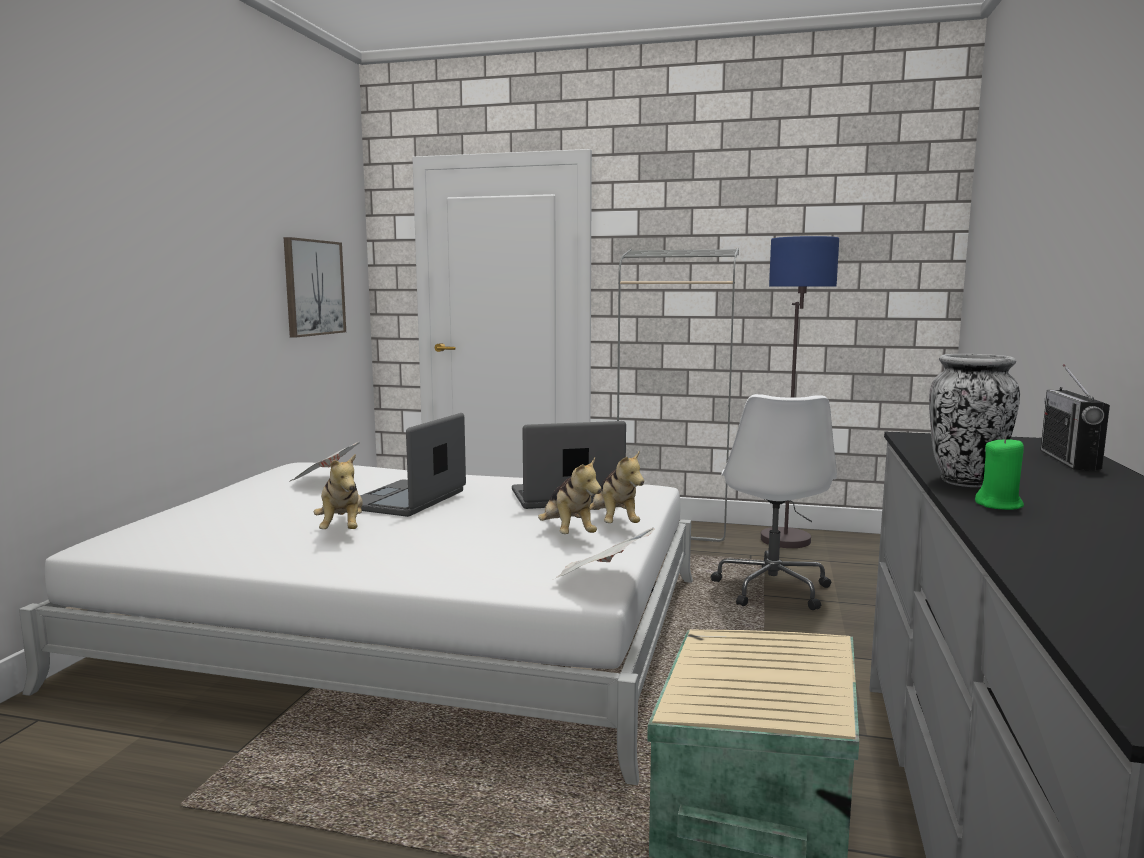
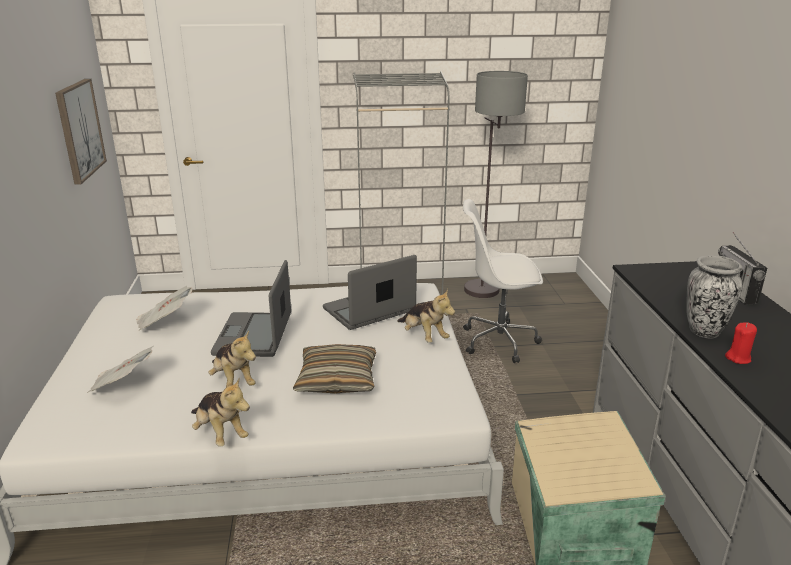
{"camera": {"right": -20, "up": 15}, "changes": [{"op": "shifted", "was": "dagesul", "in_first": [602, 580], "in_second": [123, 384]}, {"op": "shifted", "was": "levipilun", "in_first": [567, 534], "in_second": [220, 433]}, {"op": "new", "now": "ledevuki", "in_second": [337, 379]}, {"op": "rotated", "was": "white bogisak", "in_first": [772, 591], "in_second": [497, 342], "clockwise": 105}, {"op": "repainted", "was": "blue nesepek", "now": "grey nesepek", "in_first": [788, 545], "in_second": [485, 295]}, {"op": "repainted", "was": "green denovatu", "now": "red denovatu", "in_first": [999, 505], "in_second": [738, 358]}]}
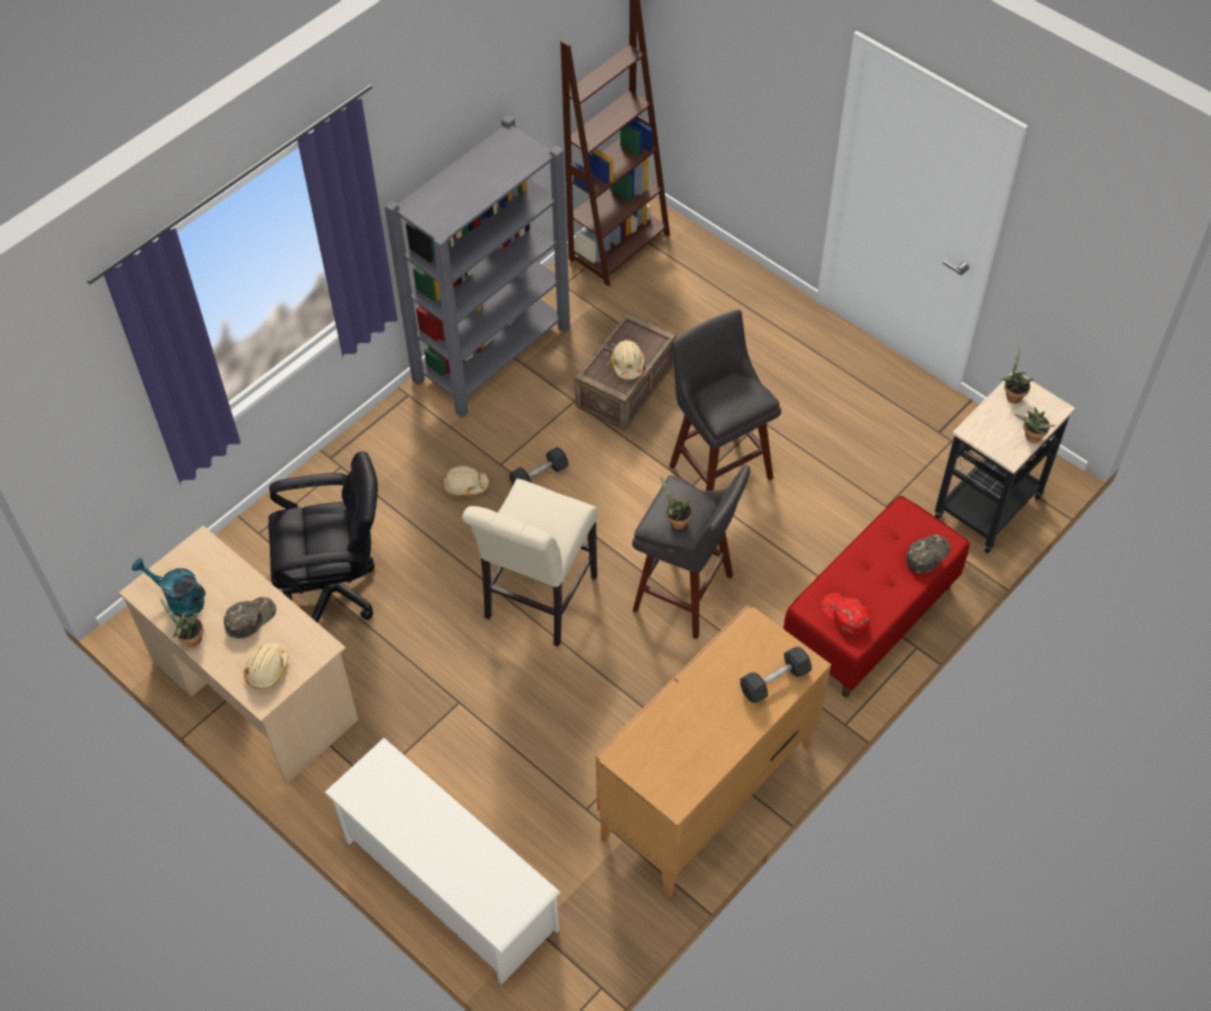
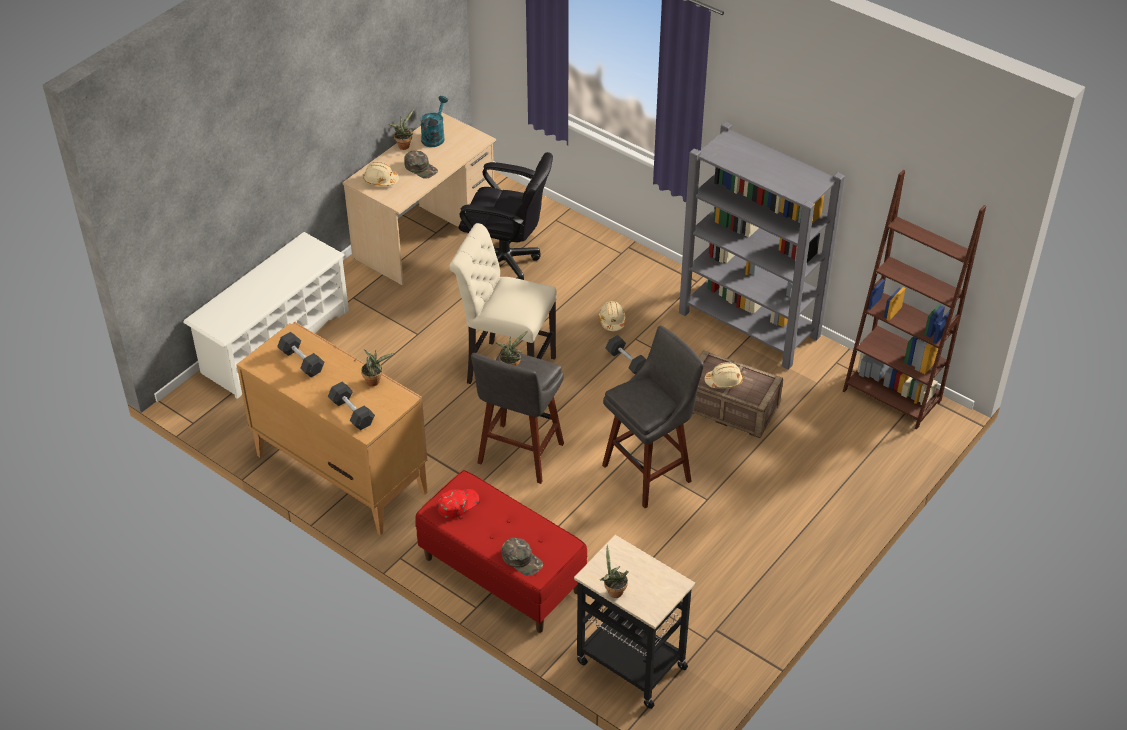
{"camera": {"right": 85, "up": -10}, "changes": [{"op": "new", "now": "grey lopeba", "in_second": [301, 361]}, {"op": "shifted", "was": "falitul", "in_first": [1012, 395], "in_second": [375, 381]}, {"op": "rotated", "was": "black bogisak", "in_first": [339, 591], "in_second": [508, 264], "clockwise": -60}]}
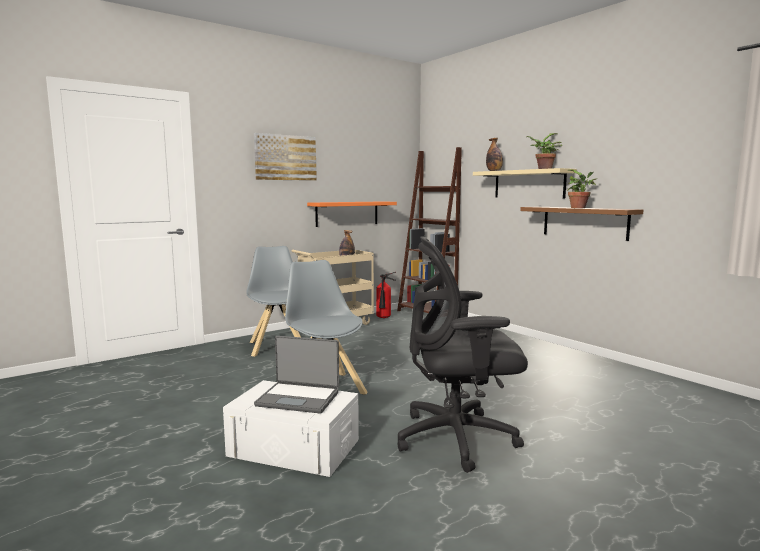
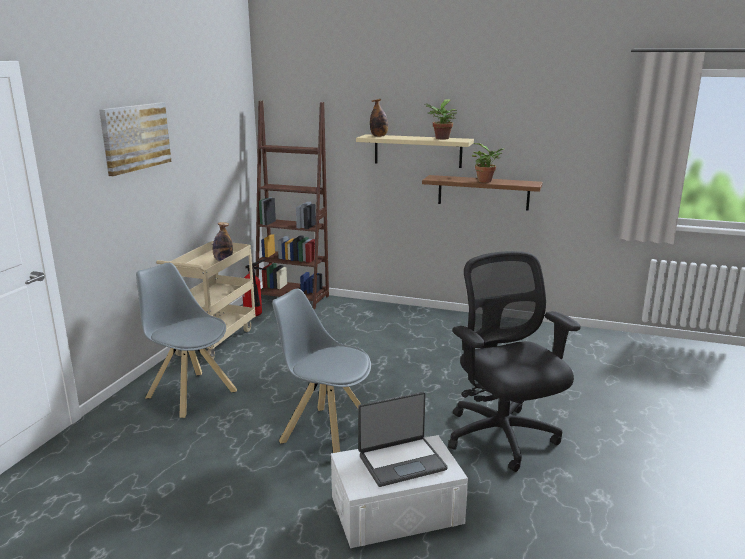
{"camera": {"right": -35, "up": 10}, "changes": [{"op": "rotated", "was": "black bogisak", "in_first": [463, 436], "in_second": [506, 439], "clockwise": 105}, {"op": "gone", "was": "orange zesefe", "in_first": [347, 213]}]}
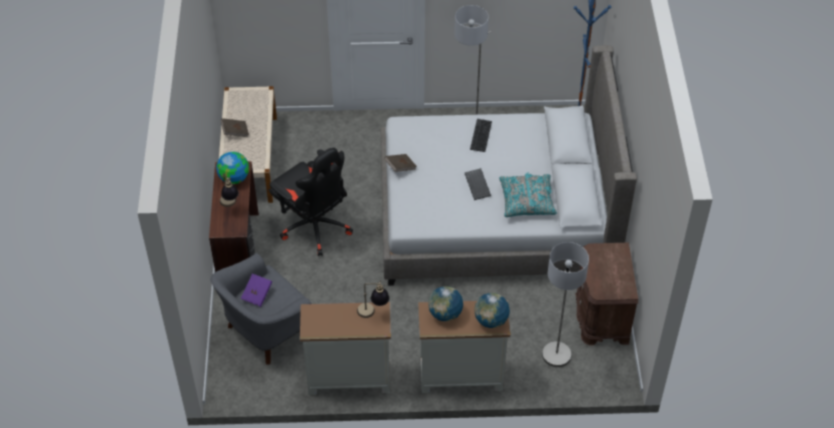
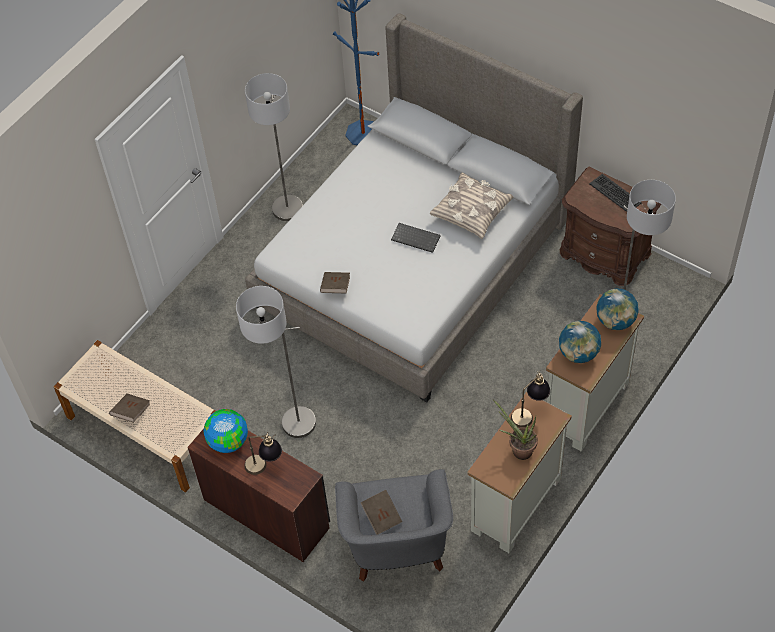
{"camera": {"right": -50, "up": 5}, "changes": [{"op": "swapped", "was": "black bogisak", "now": "grey nesepek", "in_first": [311, 224], "in_second": [288, 424]}, {"op": "repainted", "was": "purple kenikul", "now": "brown kenikul", "in_first": [257, 294], "in_second": [382, 516]}, {"op": "repainted", "was": "turquoise ledevuki", "now": "beige ledevuki", "in_first": [527, 202], "in_second": [471, 213]}, {"op": "new", "now": "falitul", "in_second": [518, 449]}, {"op": "shifted", "was": "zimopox", "in_first": [481, 135], "in_second": [615, 193]}]}
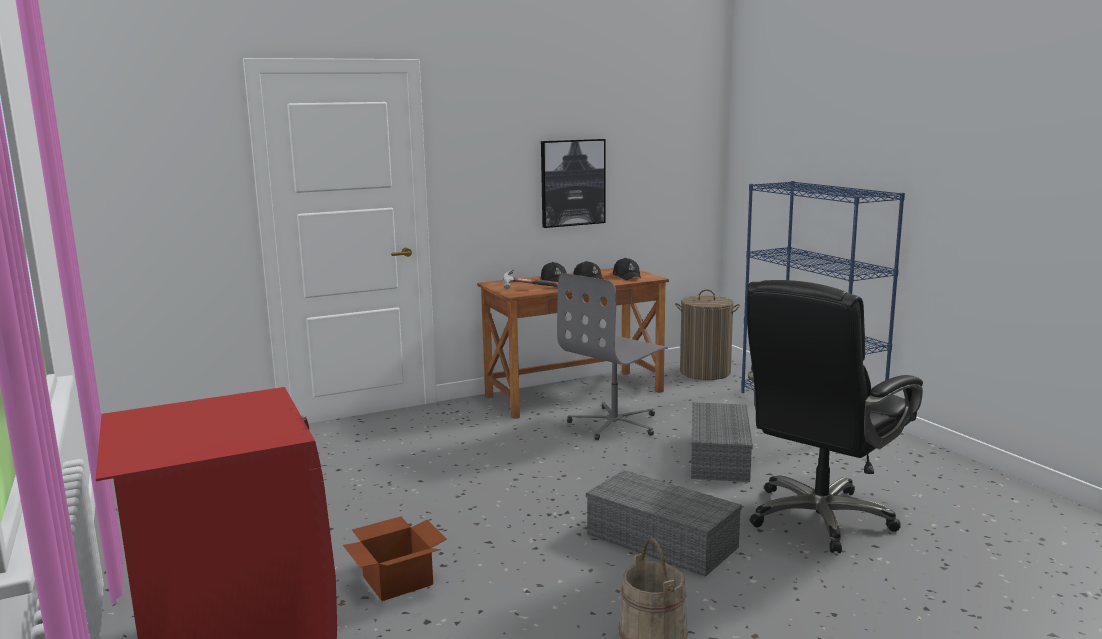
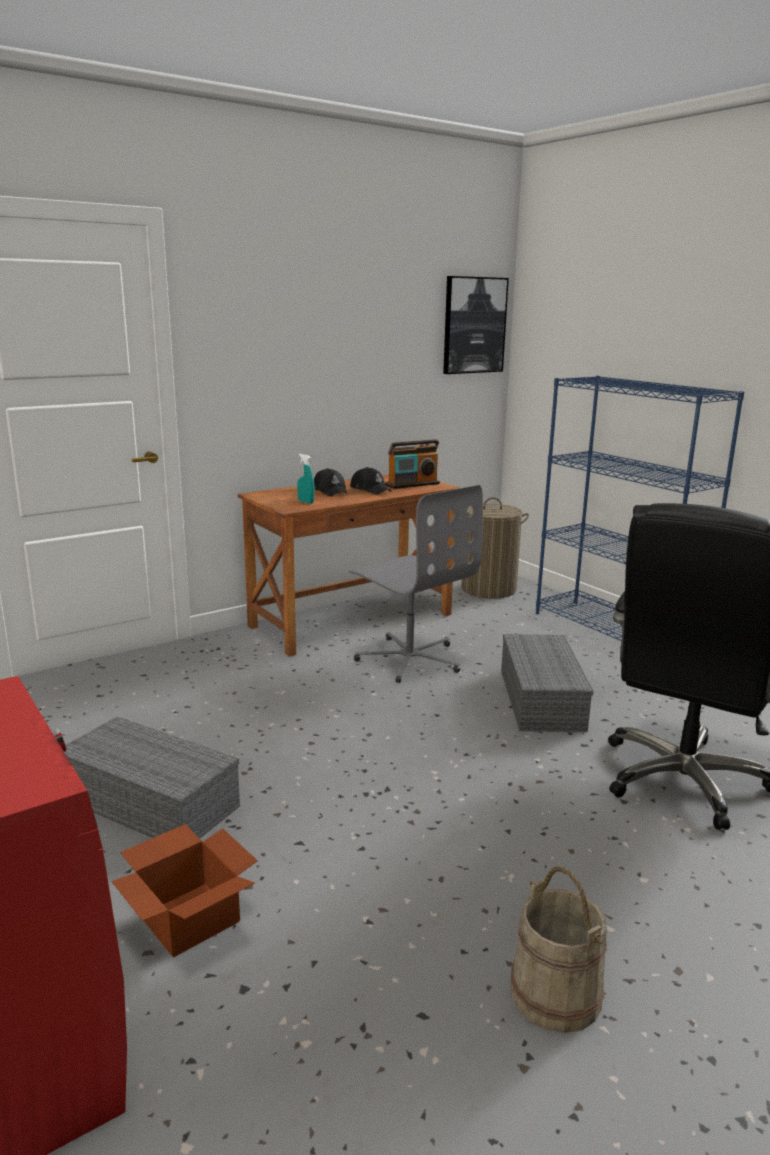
{"camera": {"right": -10, "up": 5}, "changes": [{"op": "shifted", "was": "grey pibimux", "in_first": [664, 540], "in_second": [153, 802]}, {"op": "swapped", "was": "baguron", "now": "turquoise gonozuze", "in_first": [530, 289], "in_second": [306, 502]}, {"op": "rotated", "was": "grey bogisak", "in_first": [615, 424], "in_second": [409, 659], "clockwise": -75}, {"op": "swapped", "was": "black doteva", "now": "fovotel", "in_first": [627, 276], "in_second": [412, 484]}, {"op": "shifted", "was": "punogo", "in_first": [572, 182], "in_second": [474, 325]}]}
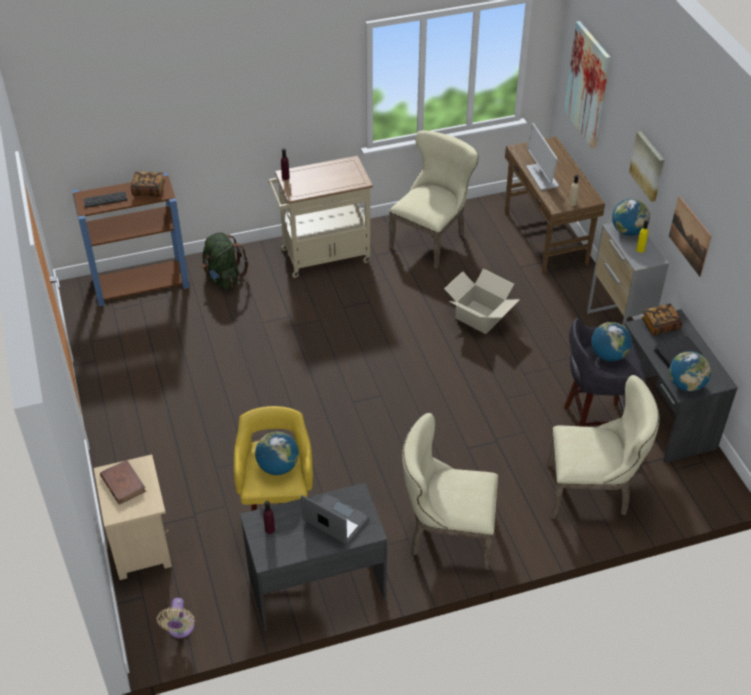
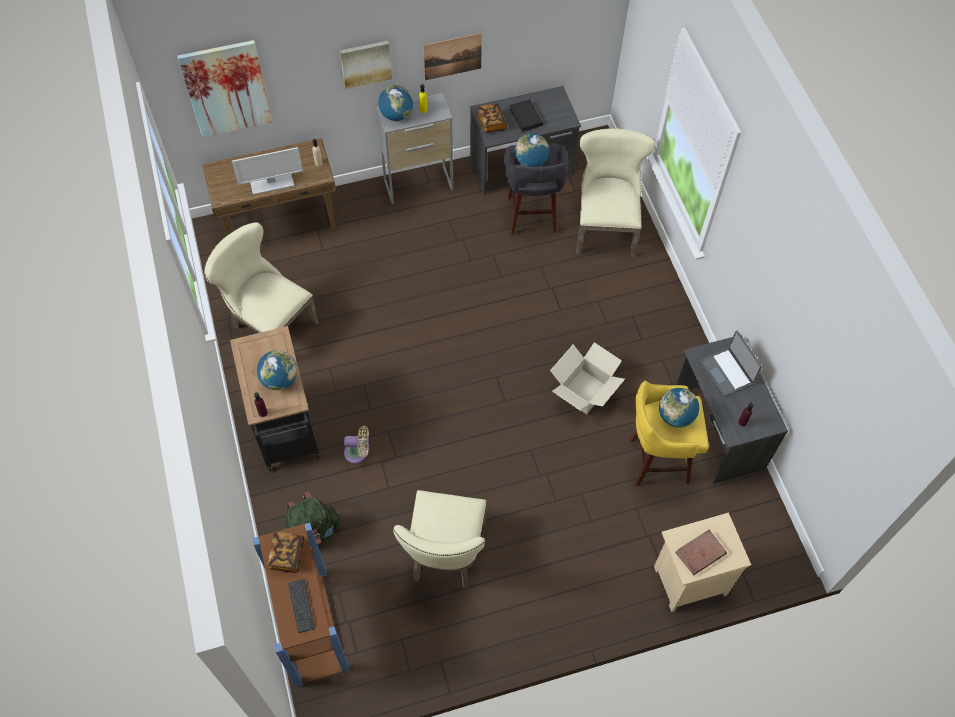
{"camera": {"right": -90, "up": 15}, "changes": [{"op": "repainted", "was": "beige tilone", "now": "black tilone", "in_first": [323, 256], "in_second": [286, 429]}, {"op": "shifted", "was": "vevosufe", "in_first": [686, 385], "in_second": [279, 379]}, {"op": "shifted", "was": "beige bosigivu", "in_first": [180, 629], "in_second": [358, 453]}, {"op": "shifted", "was": "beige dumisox", "in_first": [446, 535], "in_second": [445, 556]}, {"op": "shifted", "was": "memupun", "in_first": [479, 317], "in_second": [584, 391]}, {"op": "rotated", "was": "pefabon", "in_first": [335, 520], "in_second": [727, 372], "clockwise": -60}]}
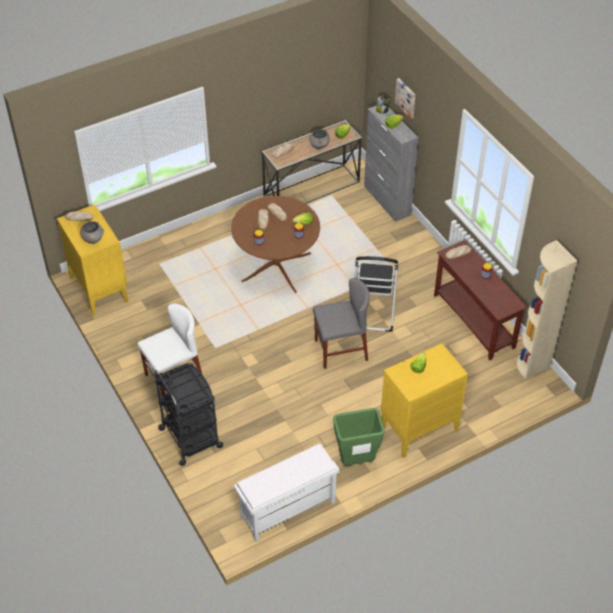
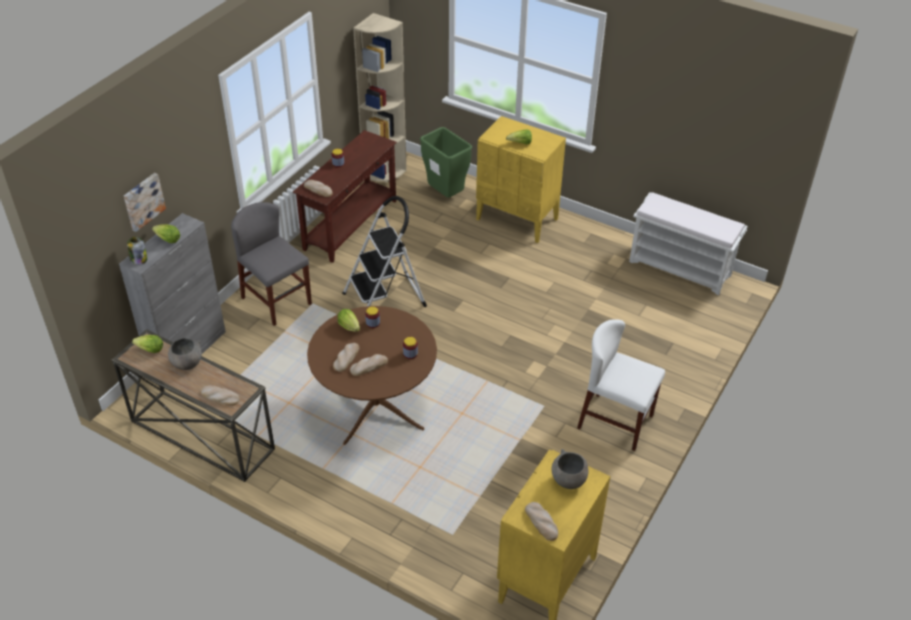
{"camera": {"right": -120, "up": -5}, "changes": [{"op": "shifted", "was": "grey dumisox", "in_first": [341, 350], "in_second": [276, 301]}, {"op": "shifted", "was": "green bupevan", "in_first": [356, 461], "in_second": [446, 195]}, {"op": "gone", "was": "black tilone", "in_first": [191, 437]}]}
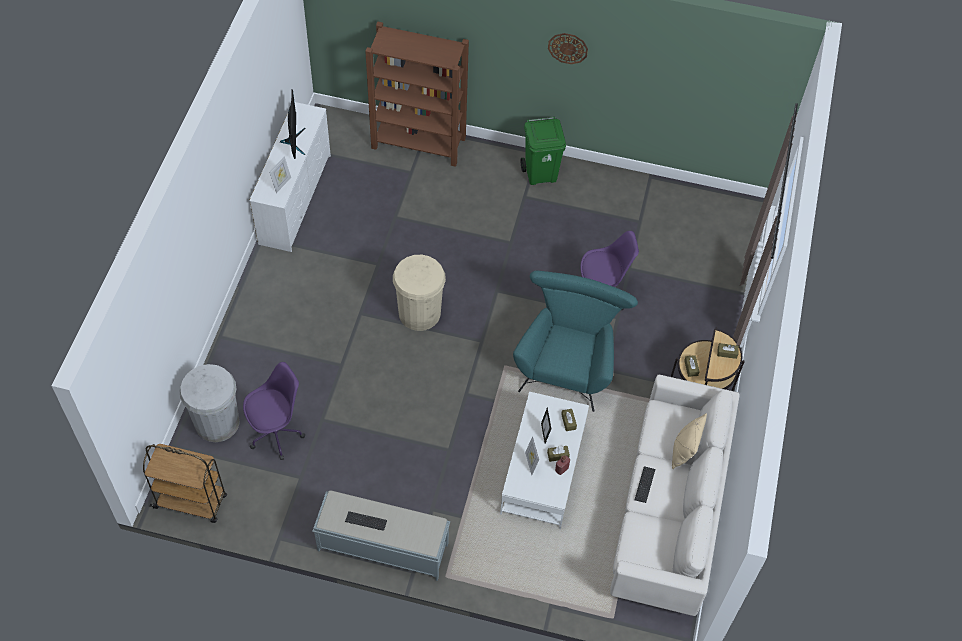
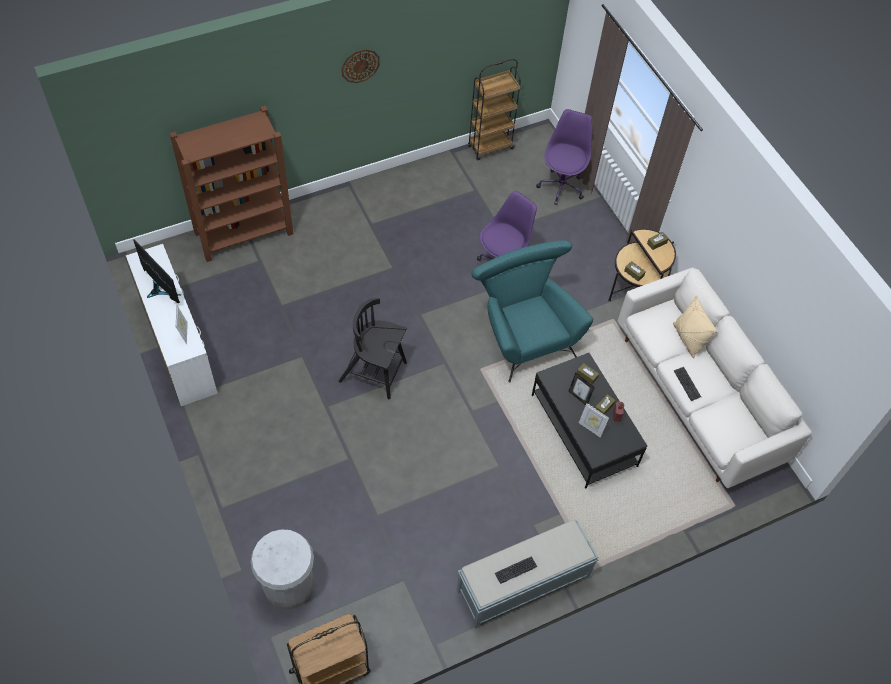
{"camera": {"right": -40, "up": 0}, "changes": [{"op": "swapped", "was": "beige bupevan", "now": "black dumisox", "in_first": [419, 313], "in_second": [374, 372]}, {"op": "new", "now": "brown tilone", "in_second": [490, 148]}, {"op": "repainted", "was": "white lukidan", "now": "black lukidan", "in_first": [543, 470], "in_second": [584, 430]}, {"op": "shifted", "was": "purple bogisak", "in_first": [277, 434], "in_second": [561, 187]}, {"op": "gone", "was": "green bupevan", "in_first": [541, 174]}]}
